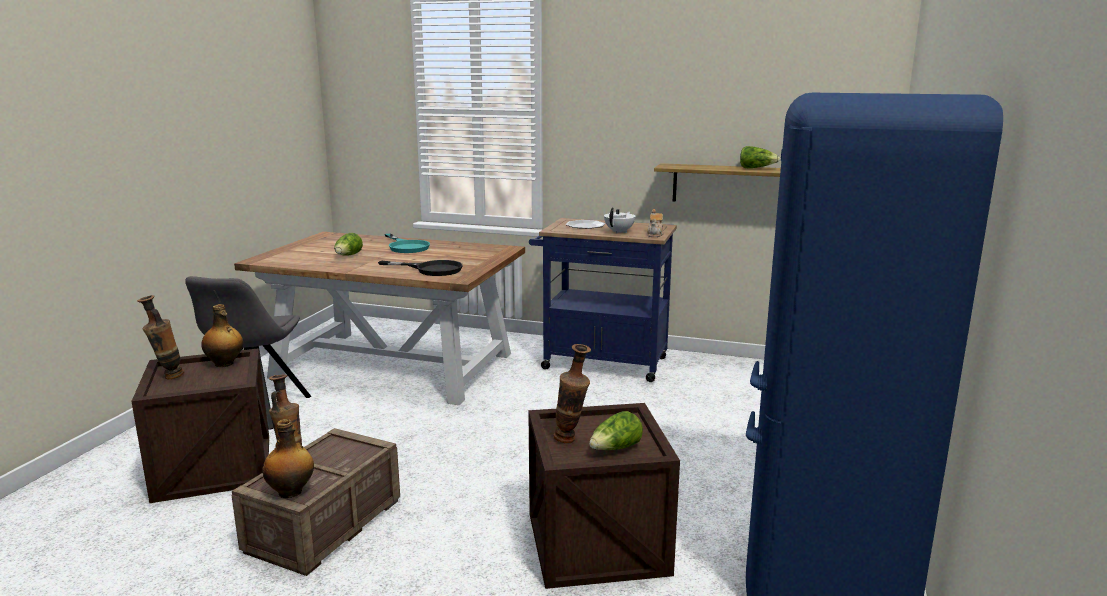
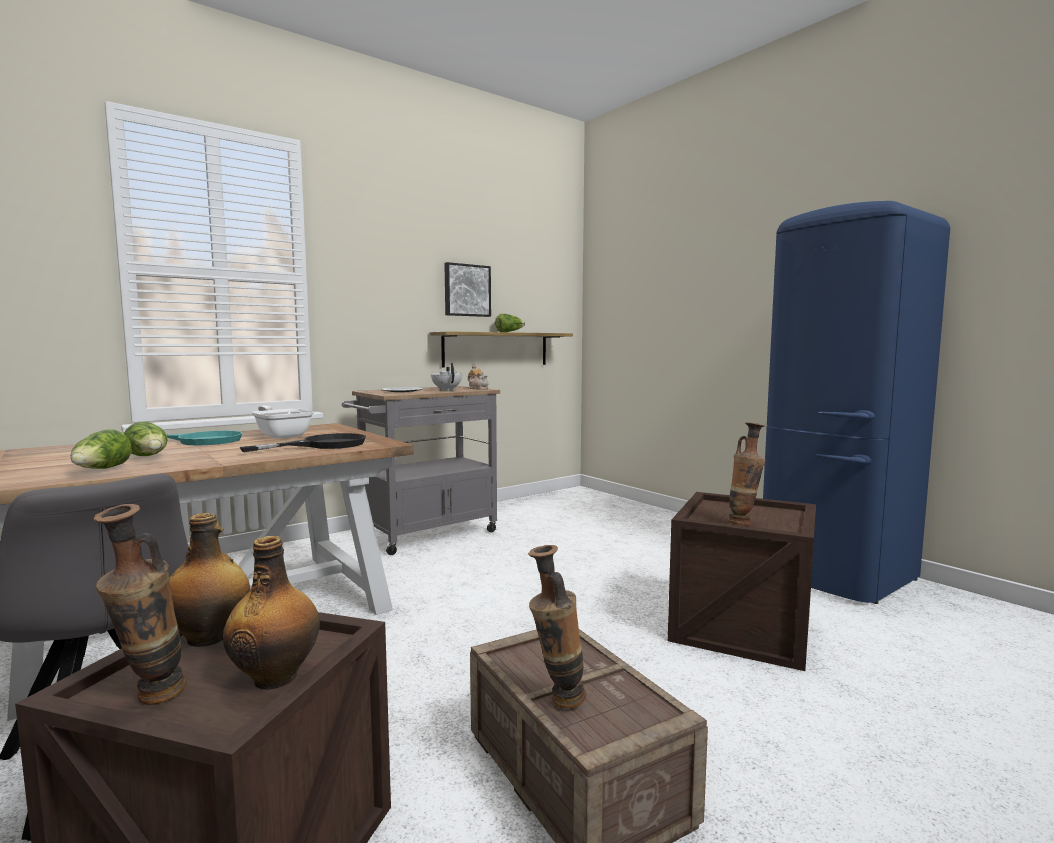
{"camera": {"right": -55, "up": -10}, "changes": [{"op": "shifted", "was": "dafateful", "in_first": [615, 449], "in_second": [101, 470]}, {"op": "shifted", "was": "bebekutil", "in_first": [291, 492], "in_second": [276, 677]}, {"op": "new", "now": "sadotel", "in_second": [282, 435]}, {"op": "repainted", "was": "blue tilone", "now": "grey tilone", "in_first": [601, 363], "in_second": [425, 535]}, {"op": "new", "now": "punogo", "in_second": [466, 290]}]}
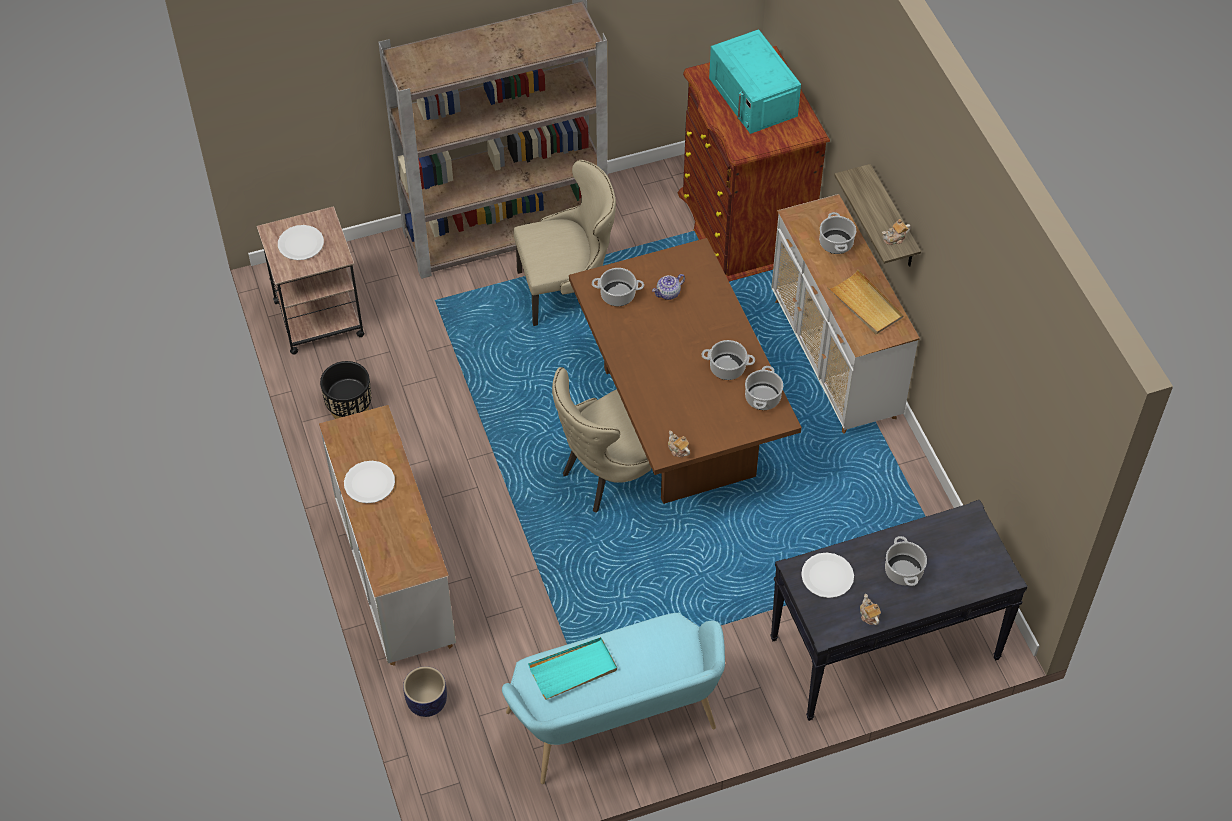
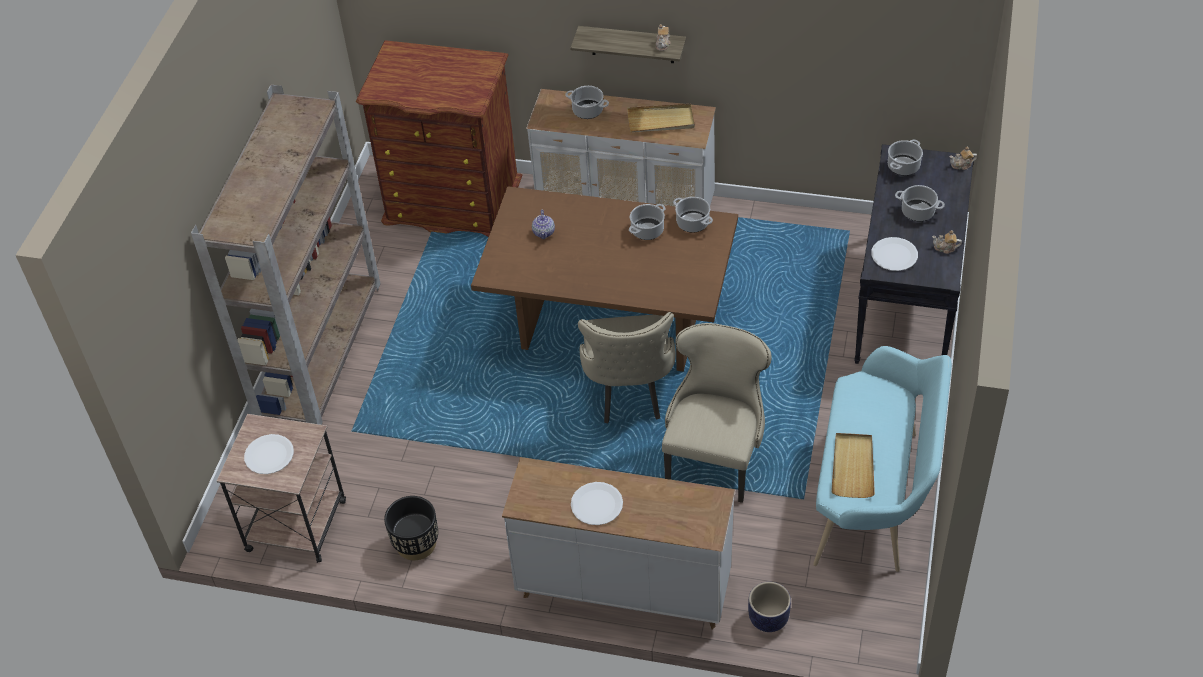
{"camera": {"right": -55, "up": -5}, "changes": [{"op": "shifted", "was": "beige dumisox", "in_first": [567, 290], "in_second": [715, 458]}, {"op": "repainted", "was": "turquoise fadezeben", "now": "beige fadezeben", "in_first": [573, 670], "in_second": [853, 467]}, {"op": "shifted", "was": "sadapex", "in_first": [618, 295], "in_second": [903, 166]}, {"op": "shifted", "was": "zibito", "in_first": [678, 449], "in_second": [962, 165]}, {"op": "gone", "was": "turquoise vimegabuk", "in_first": [753, 97]}]}
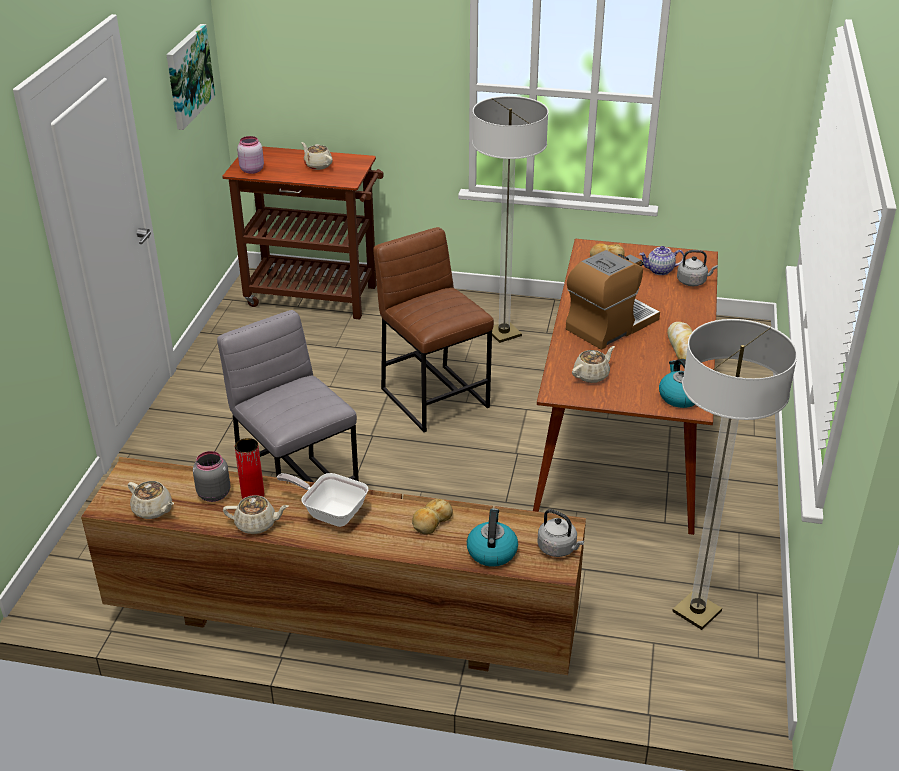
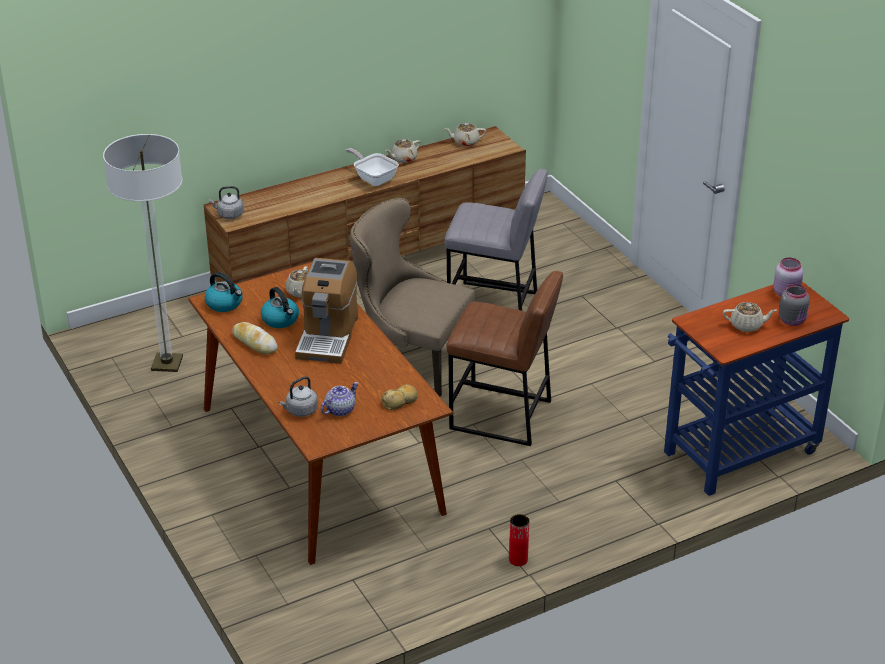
{"camera": {"right": 140, "up": 0}, "changes": [{"op": "shifted", "was": "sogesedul", "in_first": [491, 551], "in_second": [281, 320]}, {"op": "rotated", "was": "sadotel", "in_first": [330, 512], "in_second": [373, 178], "clockwise": -120}, {"op": "new", "now": "beige dumisox", "in_second": [411, 361]}, {"op": "shifted", "was": "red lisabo", "in_first": [253, 495], "in_second": [518, 560]}, {"op": "repainted", "was": "brown tilone", "now": "blue tilone", "in_first": [314, 296], "in_second": [739, 453]}, {"op": "shifted", "was": "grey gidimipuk", "in_first": [213, 493], "in_second": [792, 320]}, {"op": "gone", "was": "punogo", "in_first": [188, 76]}, {"op": "gone", "was": "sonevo", "in_first": [431, 522]}, {"op": "gone", "was": "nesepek", "in_first": [504, 333]}]}
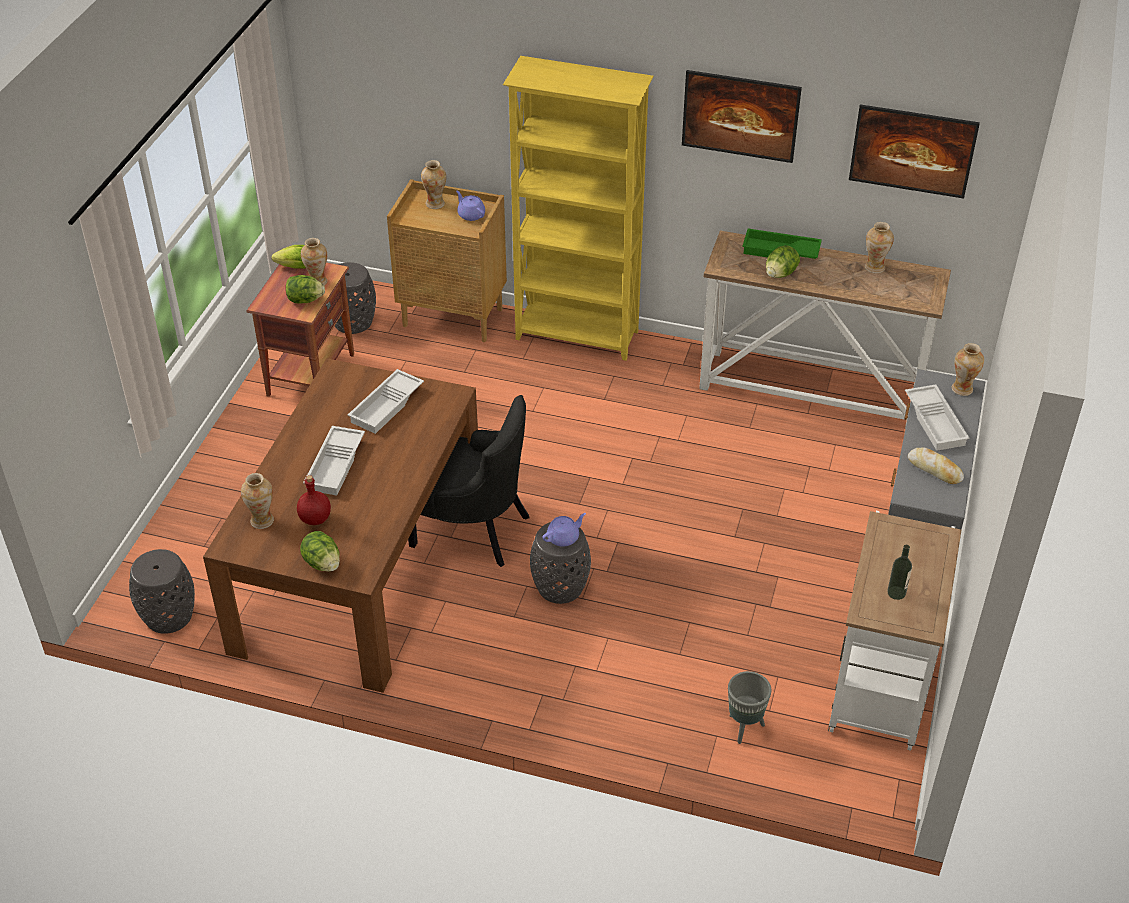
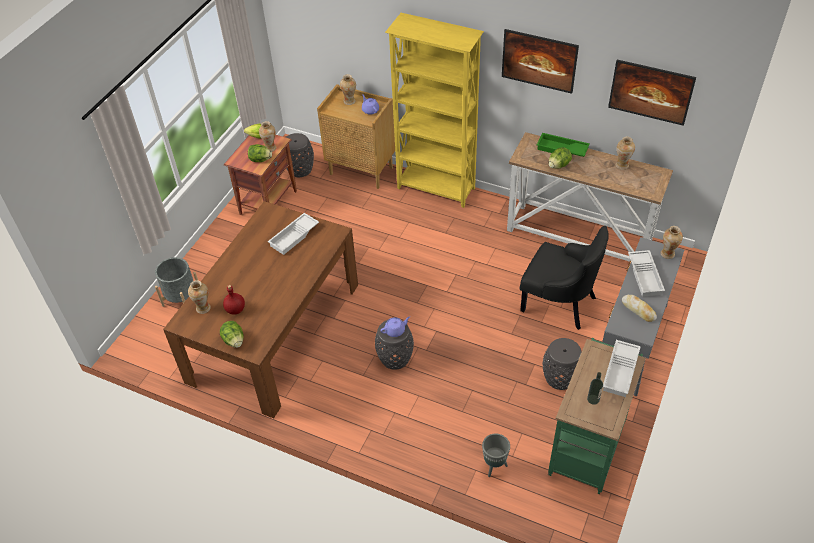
{"camera": {"right": 10, "up": 5}, "changes": [{"op": "new", "now": "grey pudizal", "in_second": [182, 298]}, {"op": "shifted", "was": "black dumisox", "in_first": [469, 529], "in_second": [557, 303]}, {"op": "shifted", "was": "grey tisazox", "in_first": [168, 616], "in_second": [560, 377]}, {"op": "repainted", "was": "white tilone", "now": "green tilone", "in_first": [880, 684], "in_second": [588, 445]}, {"op": "shifted", "was": "white fadezeben", "in_first": [336, 465], "in_second": [621, 371]}]}
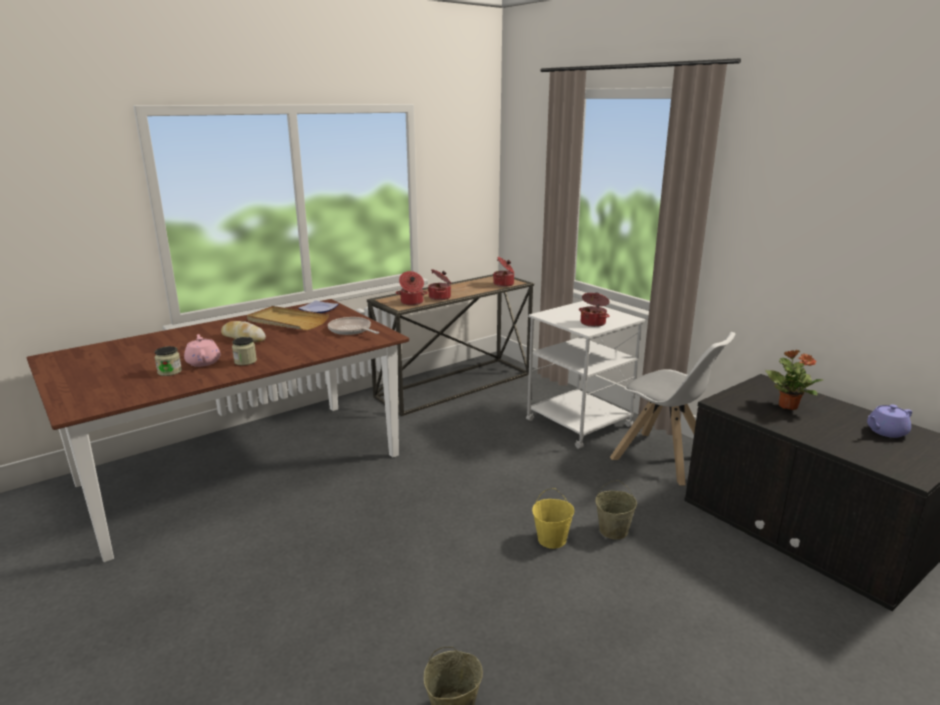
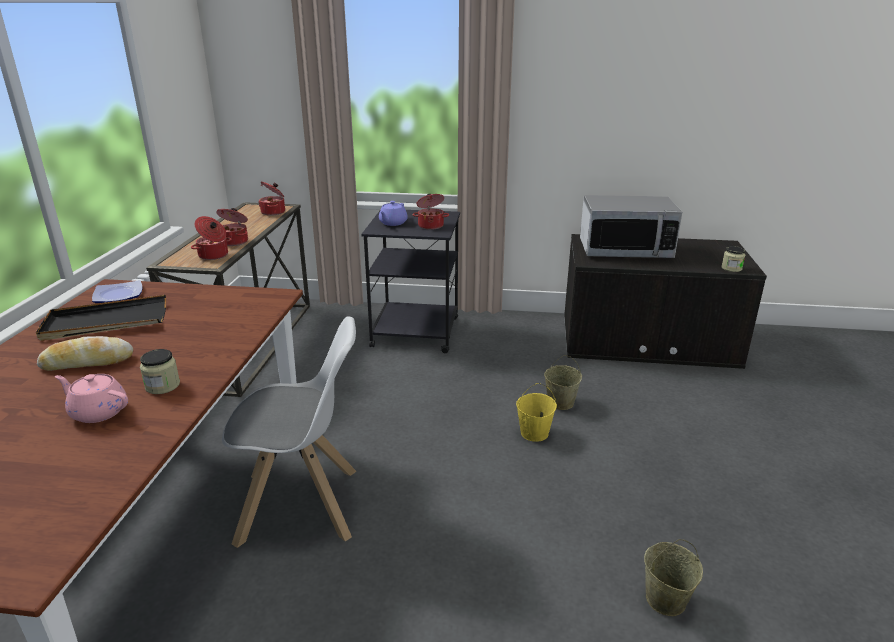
{"camera": {"right": -45, "up": 5}, "changes": [{"op": "repainted", "was": "beige fadezeben", "now": "black fadezeben", "in_first": [287, 321], "in_second": [105, 322]}, {"op": "shifted", "was": "dumisox", "in_first": [664, 459], "in_second": [303, 506]}, {"op": "repainted", "was": "white tilone", "now": "black tilone", "in_first": [580, 424], "in_second": [417, 332]}, {"op": "shifted", "was": "purple zibito", "in_first": [885, 432], "in_second": [392, 223]}, {"op": "swapped", "was": "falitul", "now": "vimegabuk", "in_first": [787, 406], "in_second": [625, 250]}, {"op": "shifted", "was": "gidimipuk", "in_first": [169, 372], "in_second": [731, 268]}, {"op": "gone", "was": "sadotel", "in_first": [351, 330]}]}
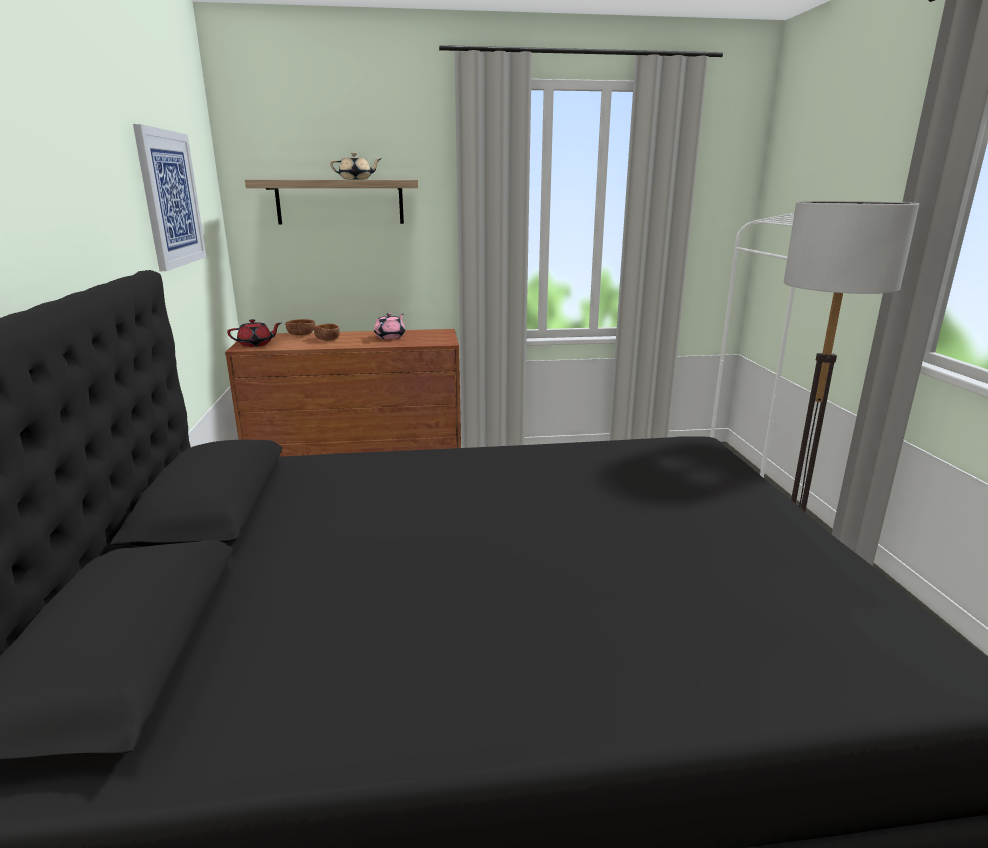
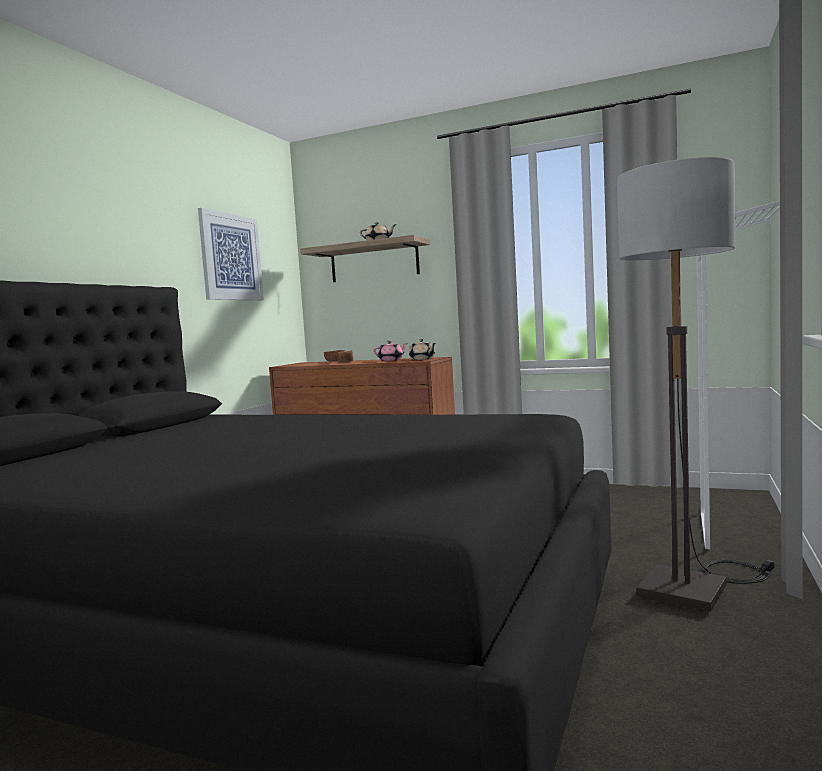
{"camera": {"right": 30, "up": -15}, "changes": [{"op": "new", "now": "beige zibito", "in_second": [422, 359]}, {"op": "gone", "was": "red zibito", "in_first": [256, 344]}]}
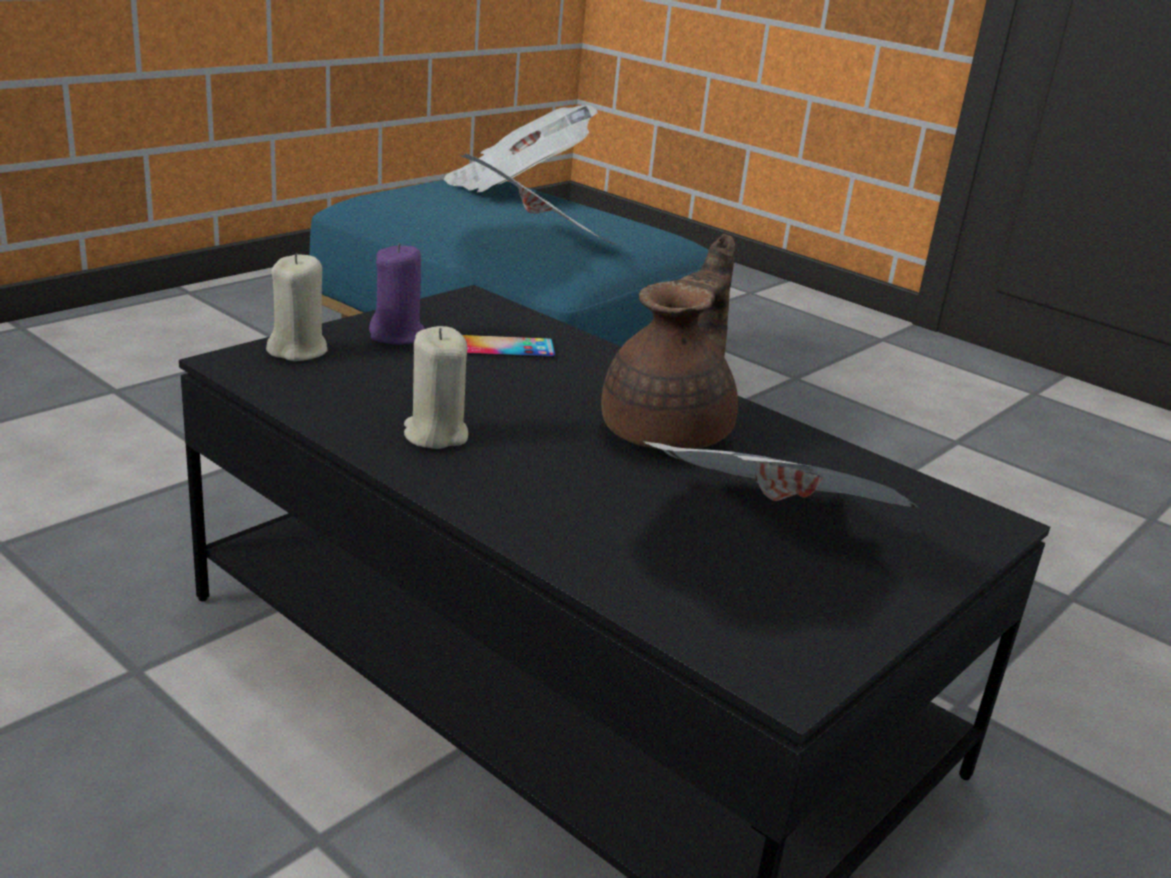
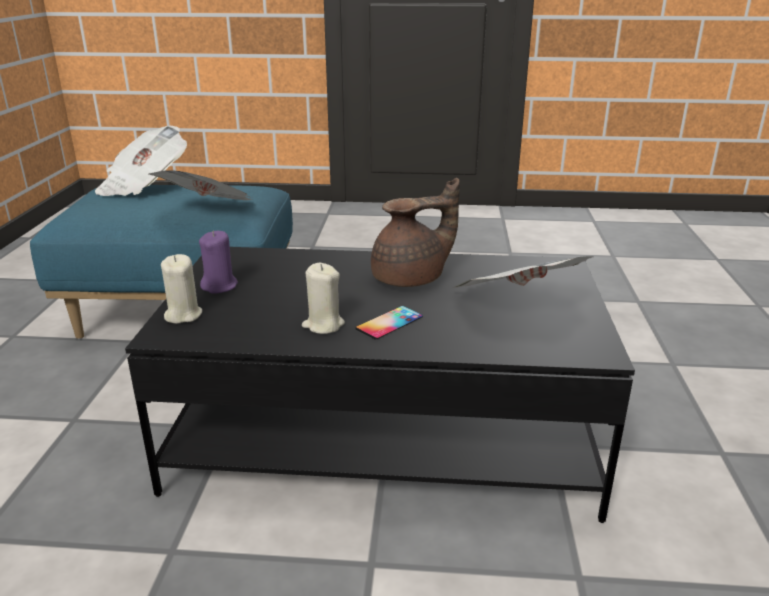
{"camera": {"right": -35, "up": 0}, "changes": [{"op": "shifted", "was": "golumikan", "in_first": [505, 347], "in_second": [389, 323]}, {"op": "rotated", "was": "brown zibito", "in_first": [670, 431], "in_second": [411, 279], "clockwise": 75}]}
